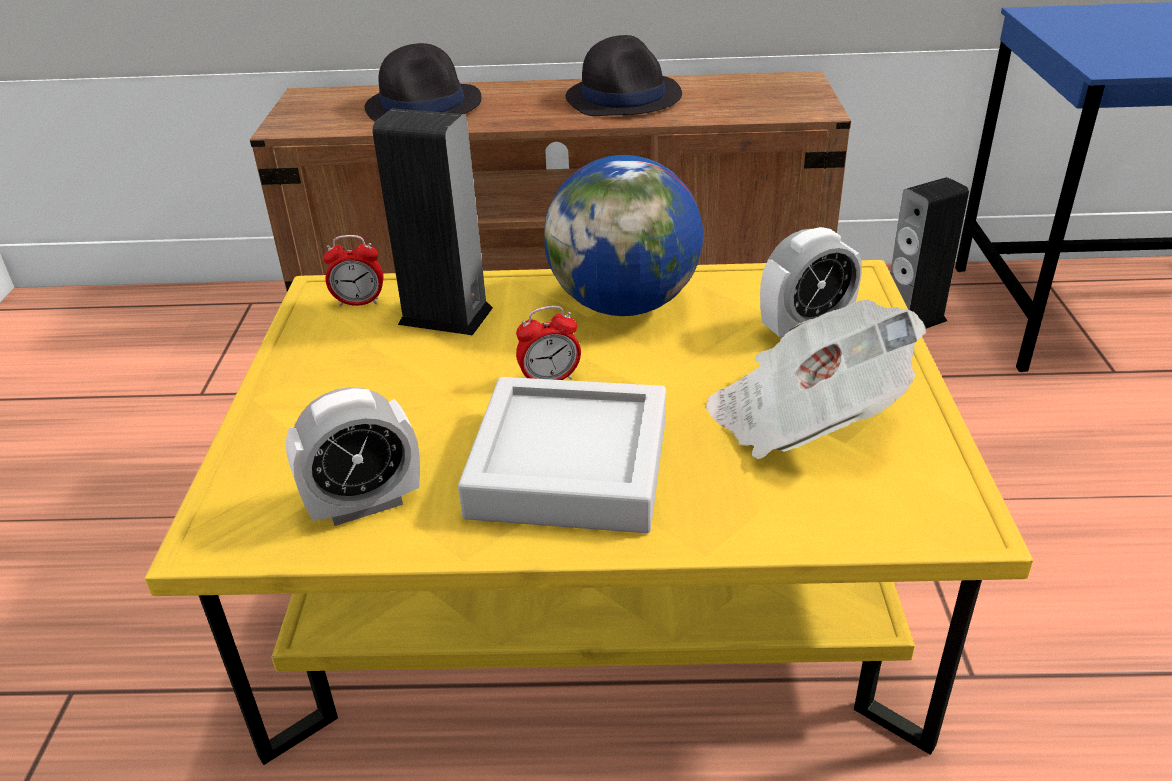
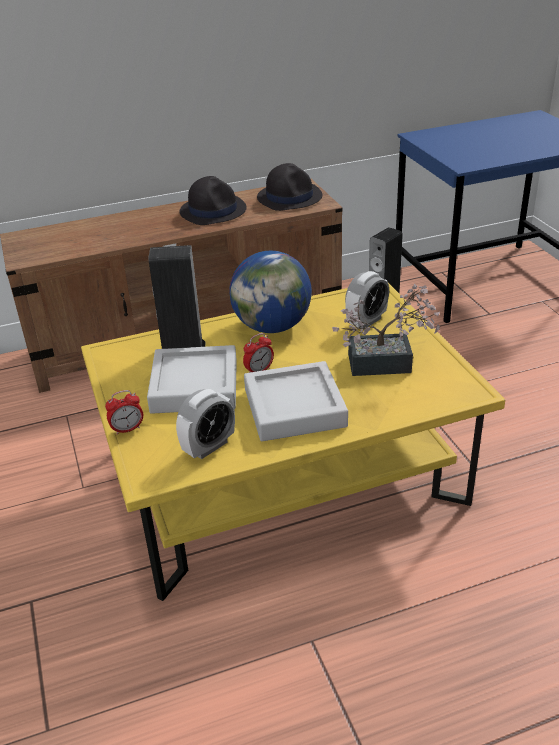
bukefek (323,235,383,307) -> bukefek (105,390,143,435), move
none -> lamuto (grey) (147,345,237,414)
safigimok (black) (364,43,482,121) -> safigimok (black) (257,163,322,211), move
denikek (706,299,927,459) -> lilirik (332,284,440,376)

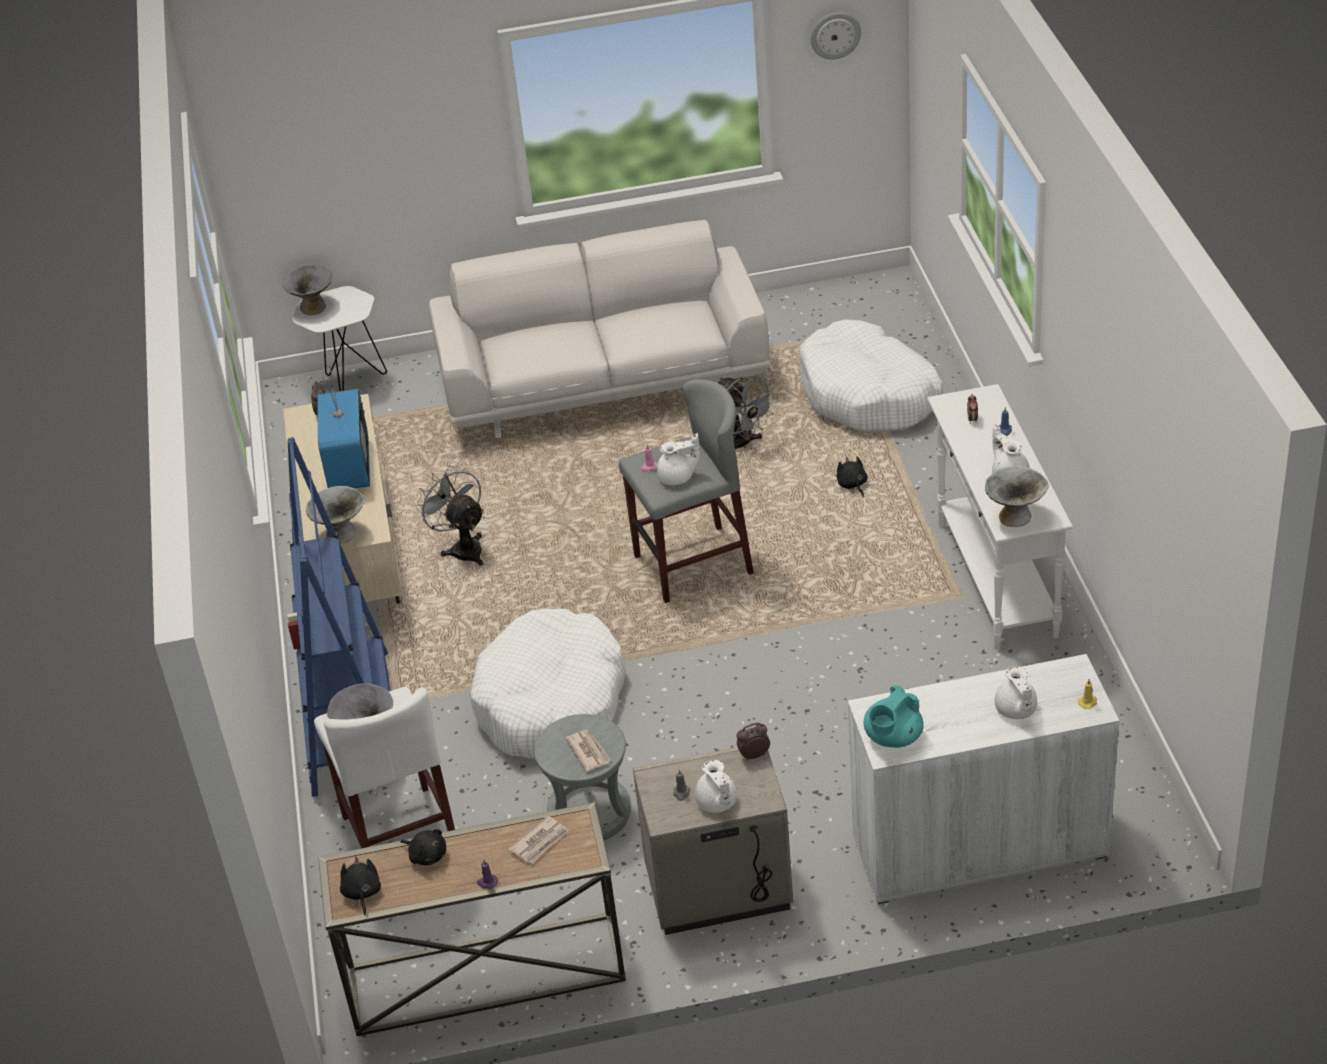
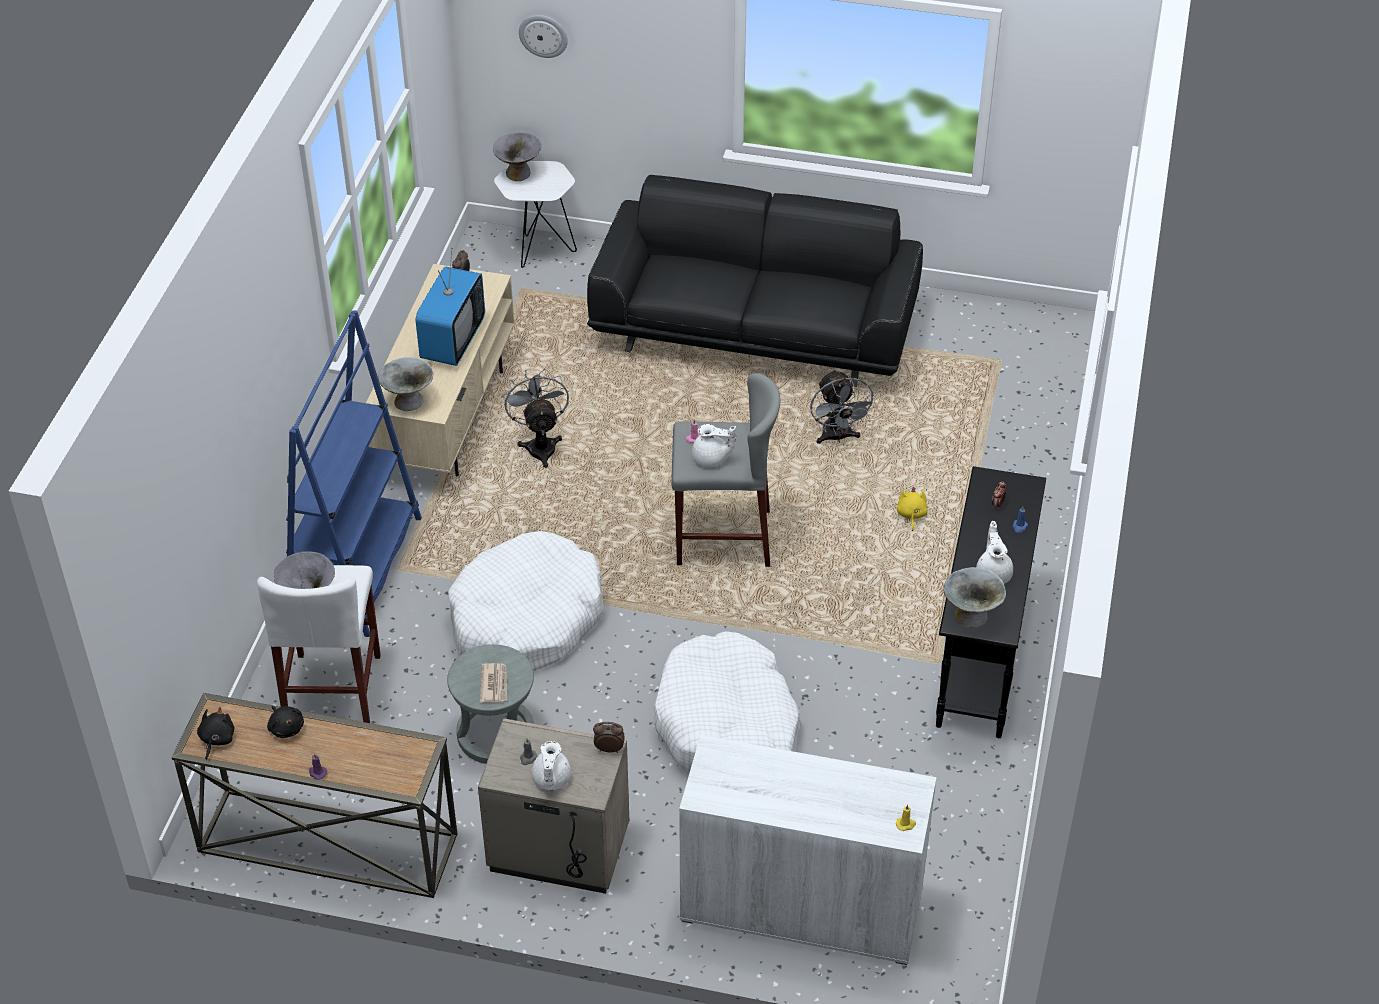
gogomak (811,12,861,60) -> gogomak (519,15,568,58), move
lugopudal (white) (429,220,771,439) -> lugopudal (black) (587,175,923,387)
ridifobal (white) (799,320,943,432) -> ridifobal (white) (654,631,801,773), move
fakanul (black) (837,457,868,497) -> fakanul (yellow) (897,487,927,531)
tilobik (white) (927,384,1073,650) -> tilobik (black) (936,466,1046,738)
denikek (508,816,569,863) -> none
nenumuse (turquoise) (864,685,924,748) -> none
nenumuse (white) (995,666,1037,719) -> none

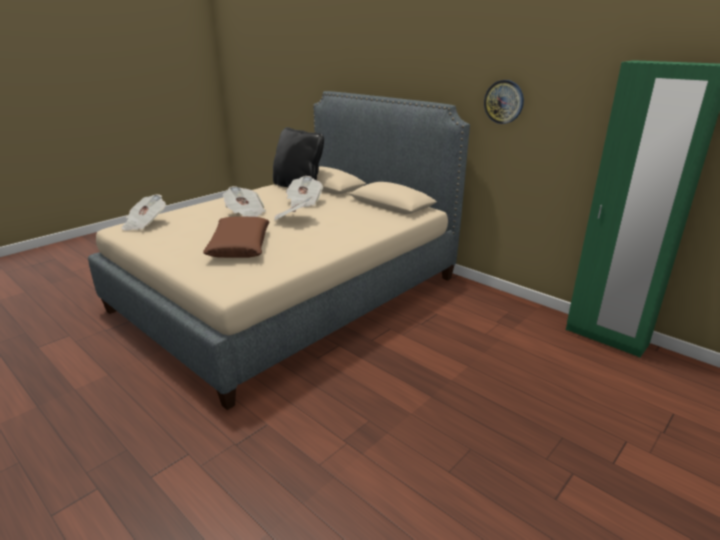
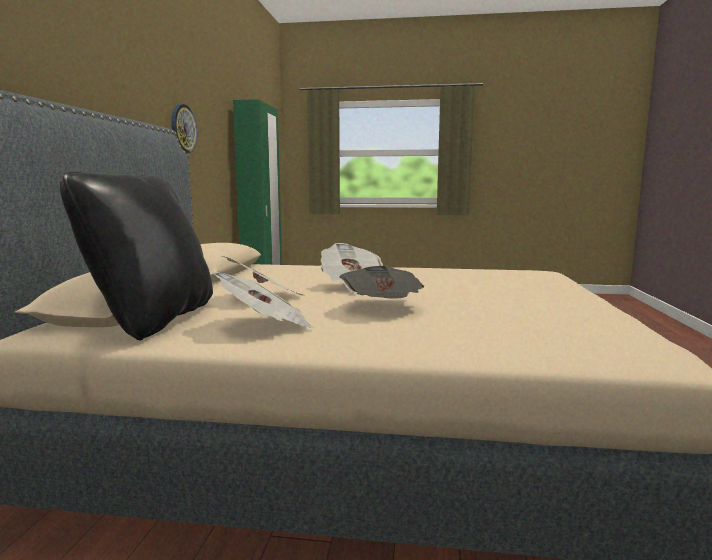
denikek (121,194,166,230) -> denikek (212,272,313,328), move
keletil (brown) (203,217,269,258) -> none

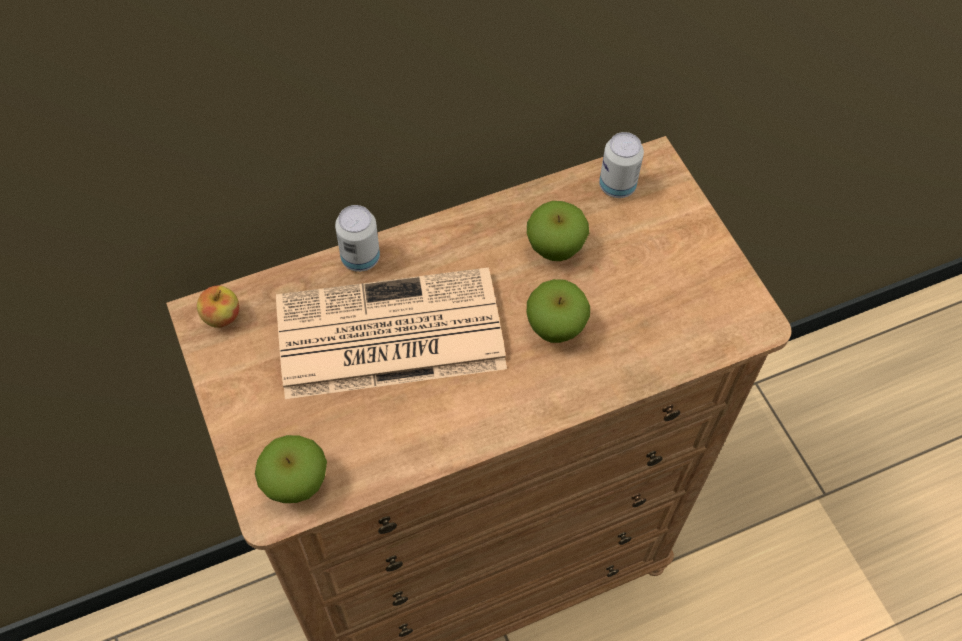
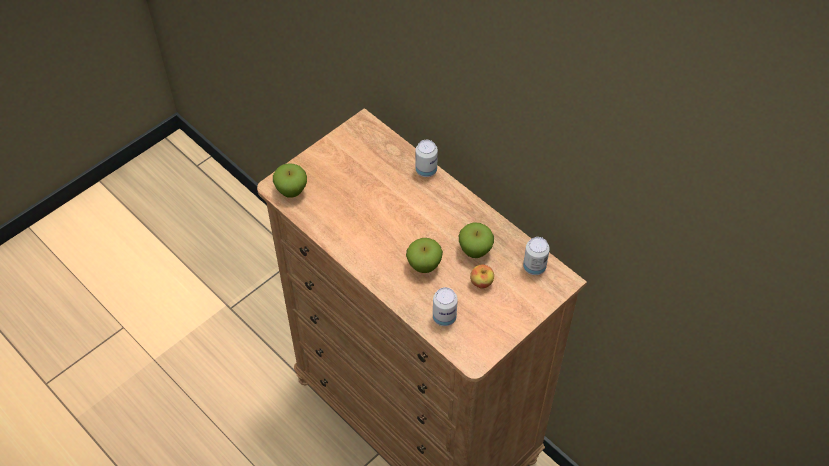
none -> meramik (433,287,458,326)
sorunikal (197,286,239,328) -> sorunikal (470,265,494,289), move
denikek (276,267,507,399) -> none

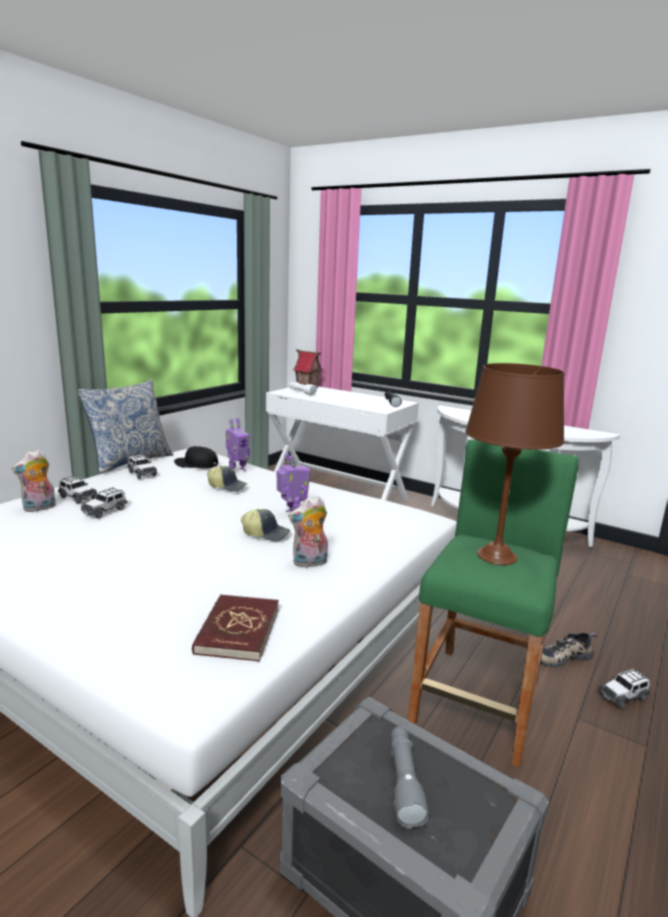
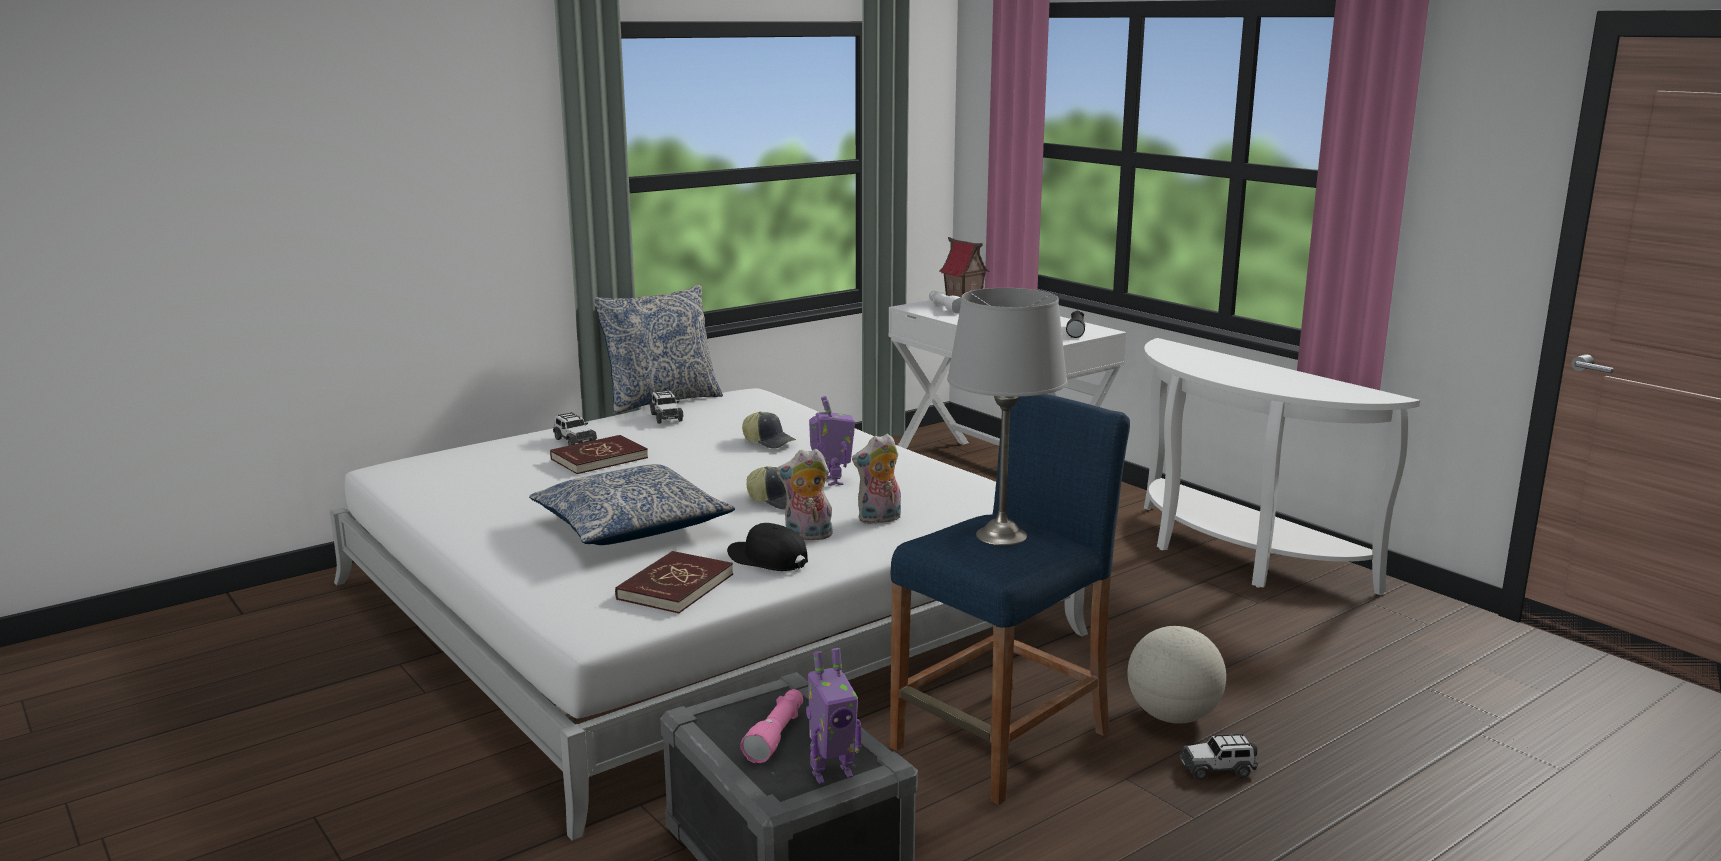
none -> keletil (529,464,735,545)
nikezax (81,487,127,519) -> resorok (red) (550,435,648,474)
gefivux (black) (174,446,218,469) -> gefivux (black) (727,523,808,571), move
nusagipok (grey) (391,726,429,829) -> nusagipok (pink) (740,689,803,763)
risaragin (226,418,249,473) -> risaragin (806,648,861,784), move
fakanul (11,450,56,512) -> fakanul (852,434,901,524), move
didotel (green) (408,439,579,768) -> didotel (blue) (890,394,1130,805)
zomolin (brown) (465,363,564,565) -> zomolin (grey) (947,288,1067,546)
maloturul (541,633,597,667) -> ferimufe (1127,626,1226,724)

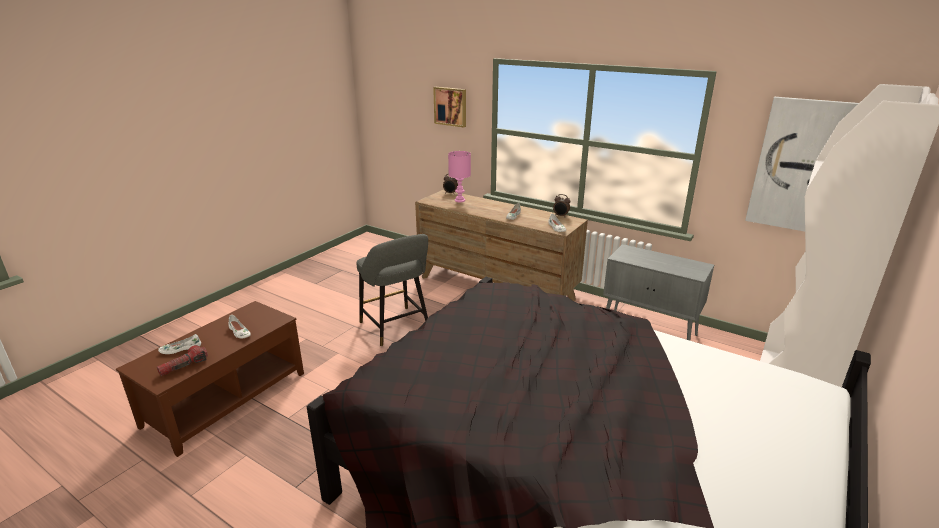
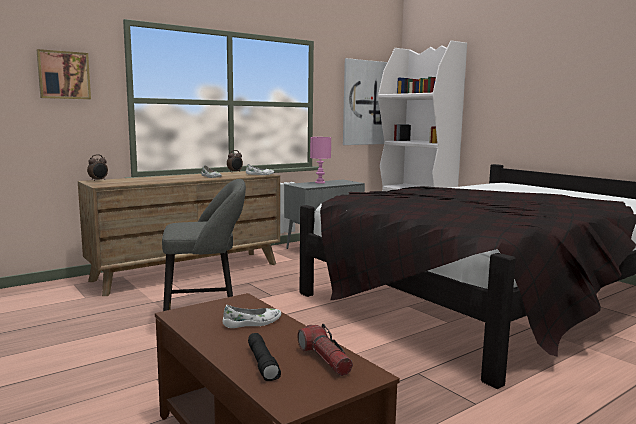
maloturul (white) (158,334,201,354) -> nusagipok (black) (248,333,281,381)
zomolin (pink) (448,151,471,202) -> zomolin (pink) (310,137,331,184), move

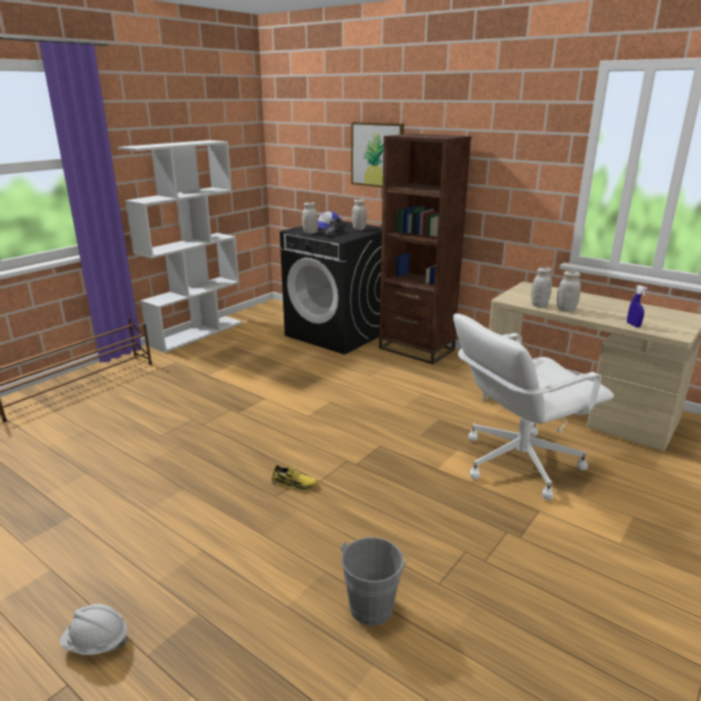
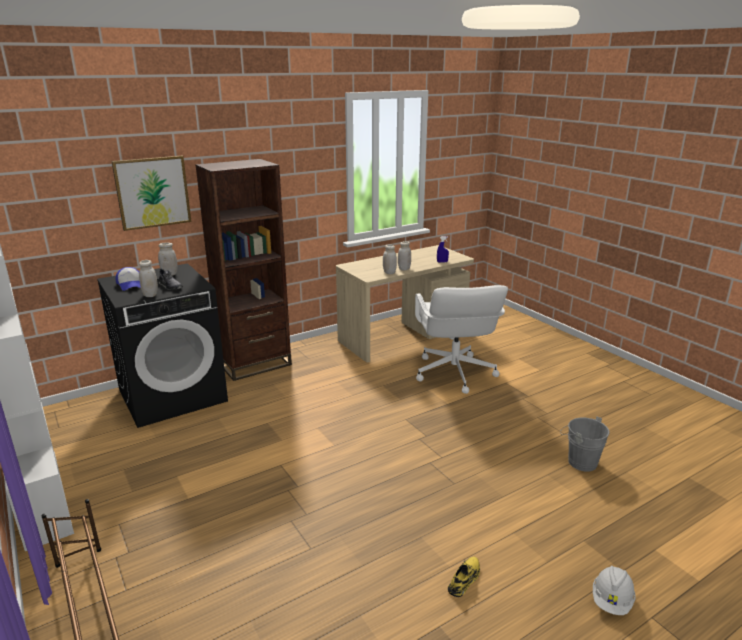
maloturul (yellow) (272,465,318,491) -> maloturul (yellow) (448,557,480,597), move

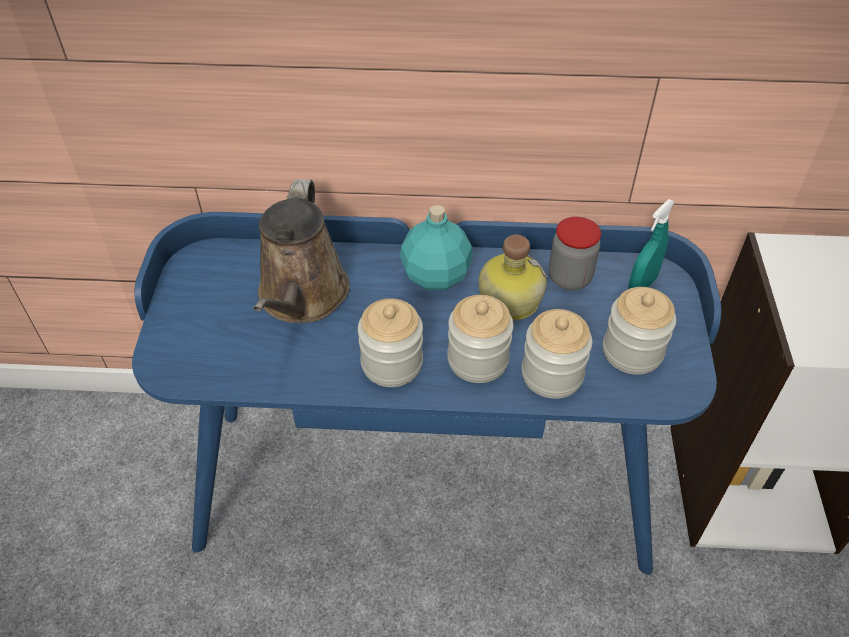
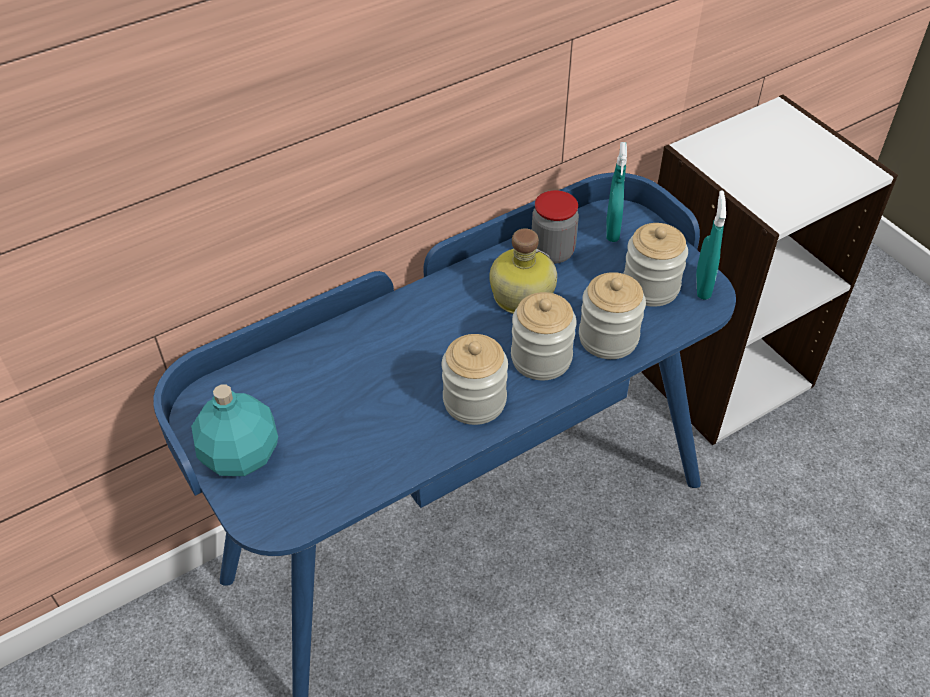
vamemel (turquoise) (400,205,473,290) -> vamemel (turquoise) (191,385,278,476), move
none -> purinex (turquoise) (696,191,726,300)
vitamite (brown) (253,179,350,323) -> none

